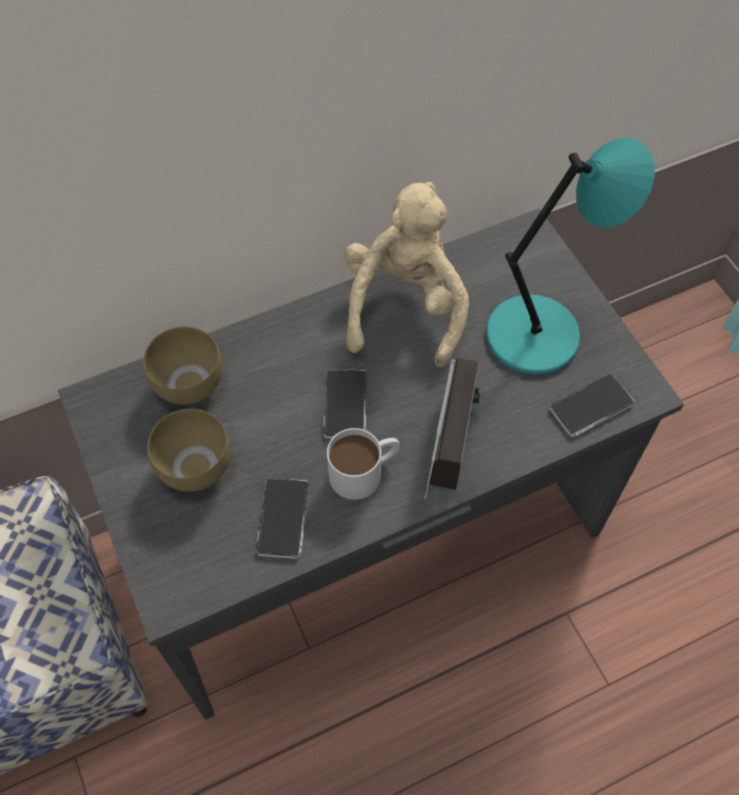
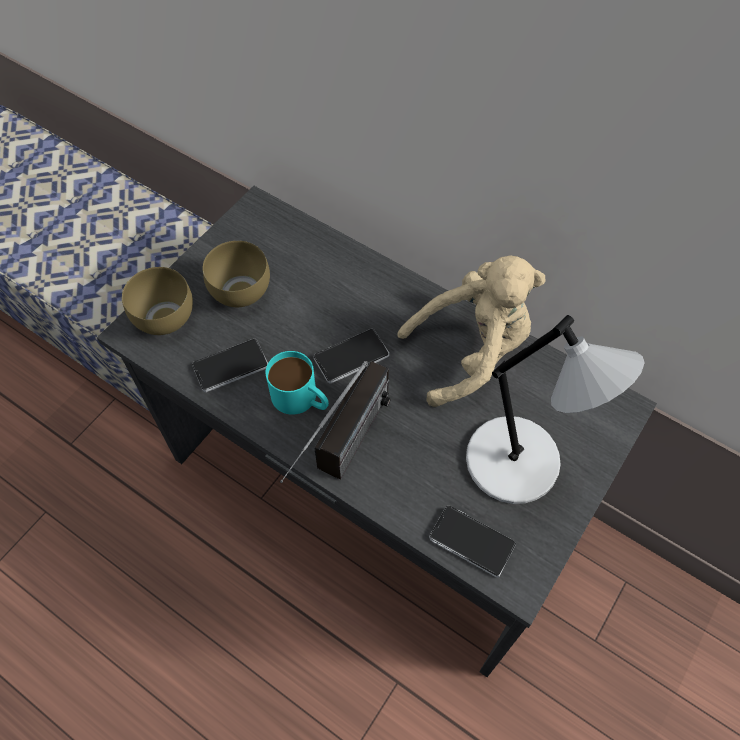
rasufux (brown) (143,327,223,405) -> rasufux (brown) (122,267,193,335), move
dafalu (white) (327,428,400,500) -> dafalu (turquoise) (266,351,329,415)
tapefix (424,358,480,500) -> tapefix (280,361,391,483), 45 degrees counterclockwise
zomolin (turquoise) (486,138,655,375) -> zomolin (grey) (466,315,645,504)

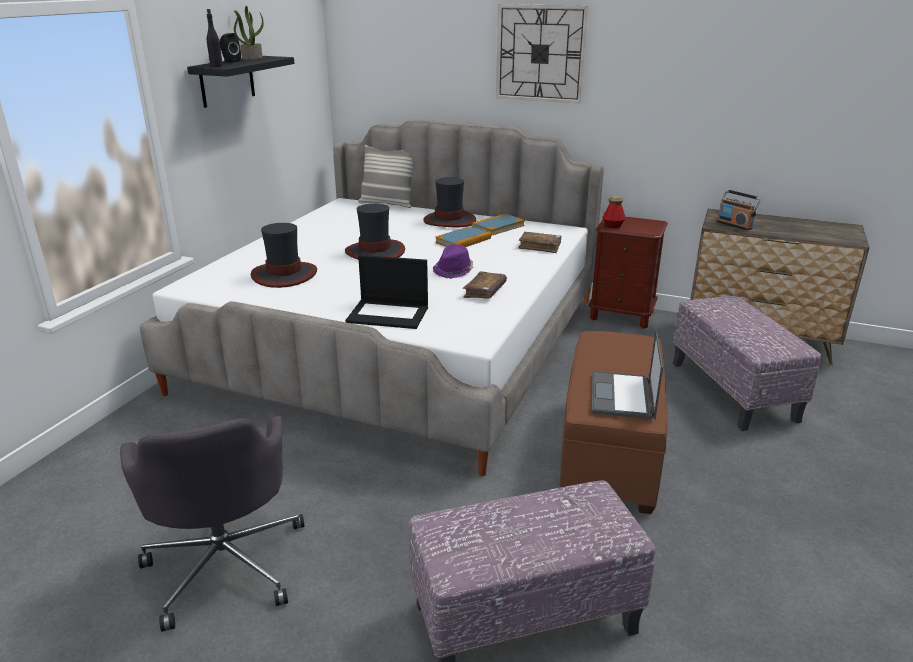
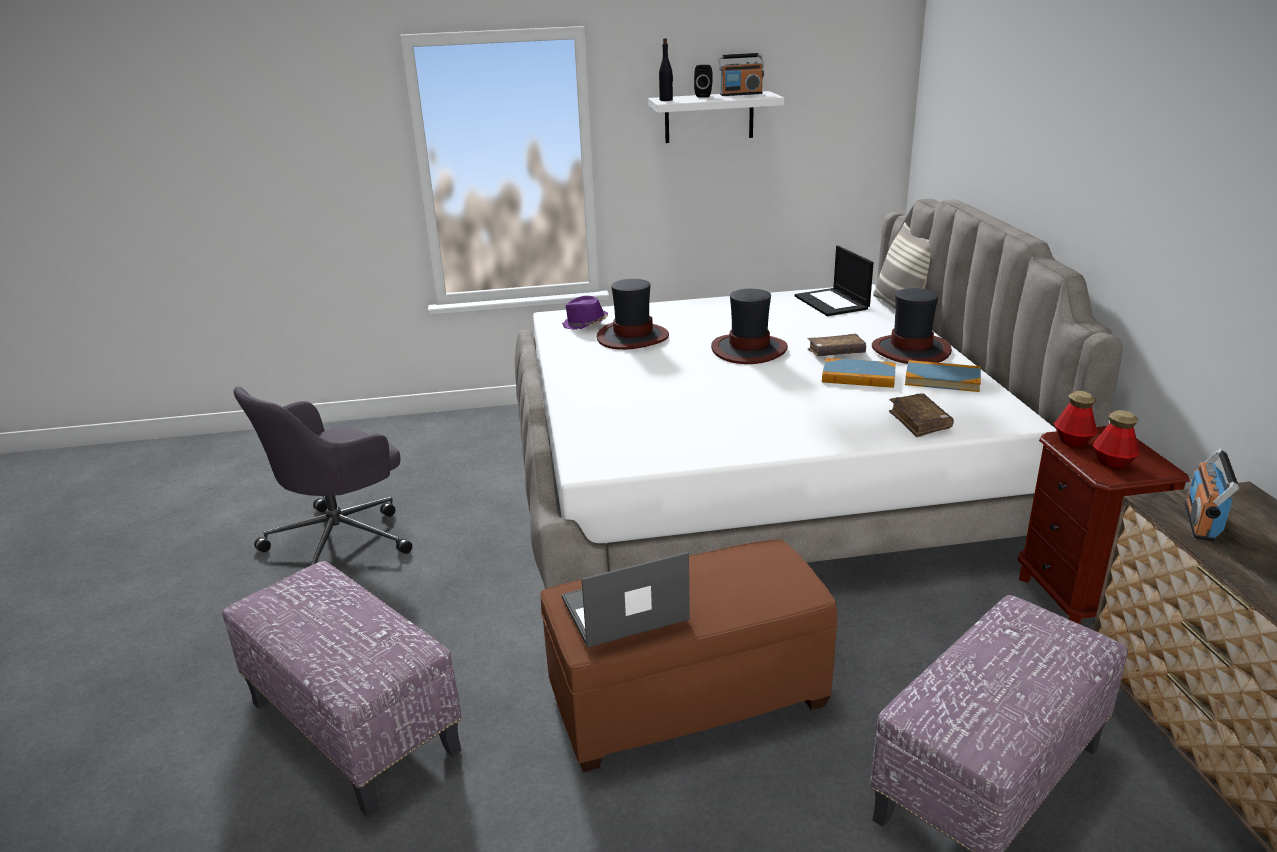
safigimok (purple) (433,244,473,279) -> safigimok (purple) (562,296,608,330), move
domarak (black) (187,56,295,108) -> domarak (white) (648,91,784,143)
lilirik (234,6,264,60) -> tapefix (718,53,764,96)
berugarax (345,255,428,329) -> berugarax (795,246,874,316), move
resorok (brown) (463,271,507,299) -> resorok (brown) (808,333,866,356), move
none -> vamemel (1093,410,1140,469)
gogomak (496,4,588,104) -> none

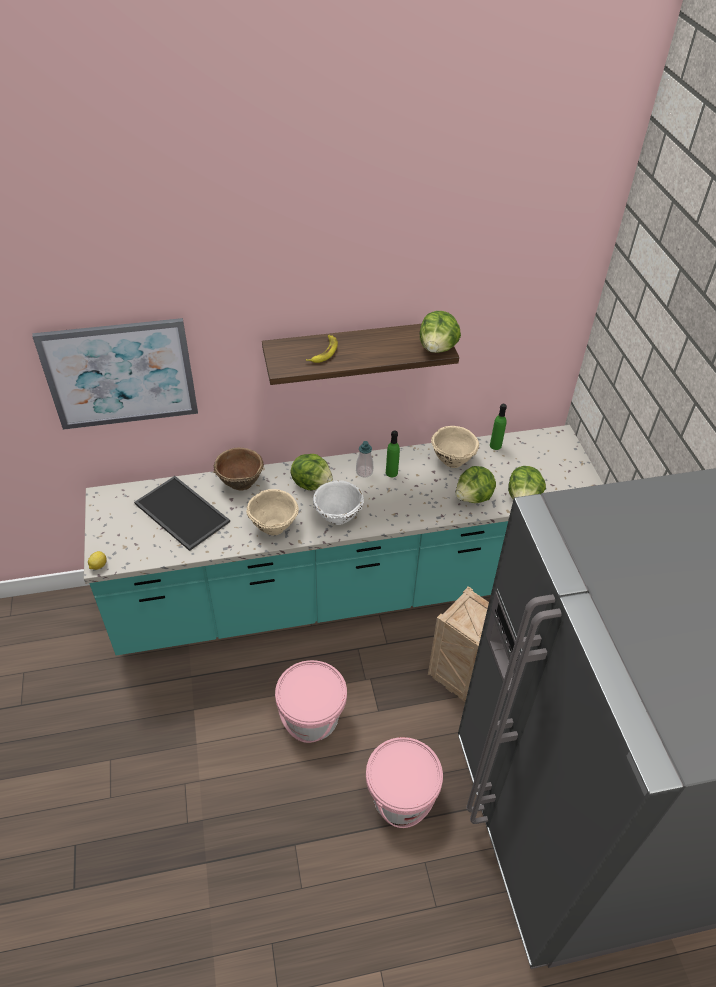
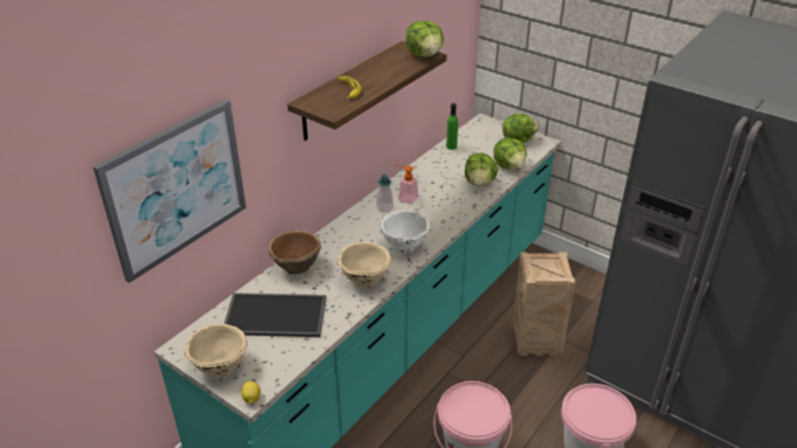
rasufux (beige) (431,426,479,468) -> rasufux (beige) (185,324,248,377), move
vamemel (green) (386,430,400,477) -> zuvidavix (395,165,419,205)
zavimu (290,454,333,490) -> zavimu (502,113,539,143), move

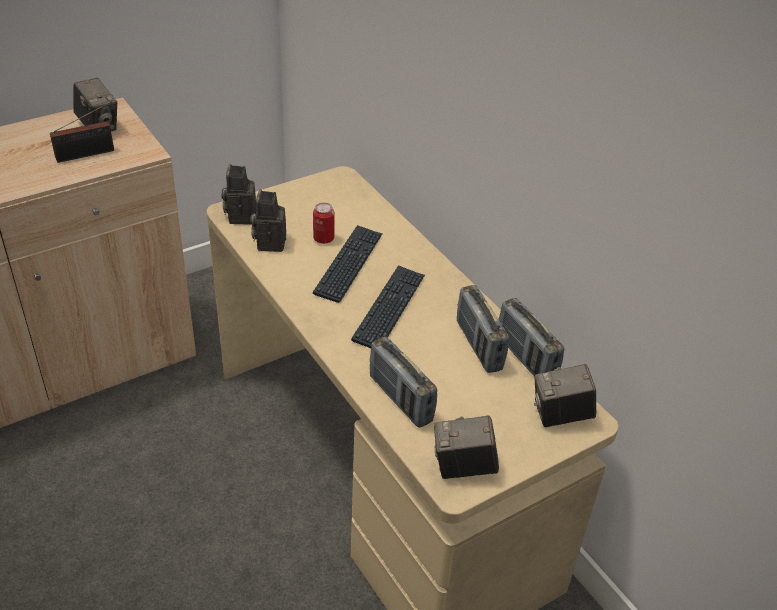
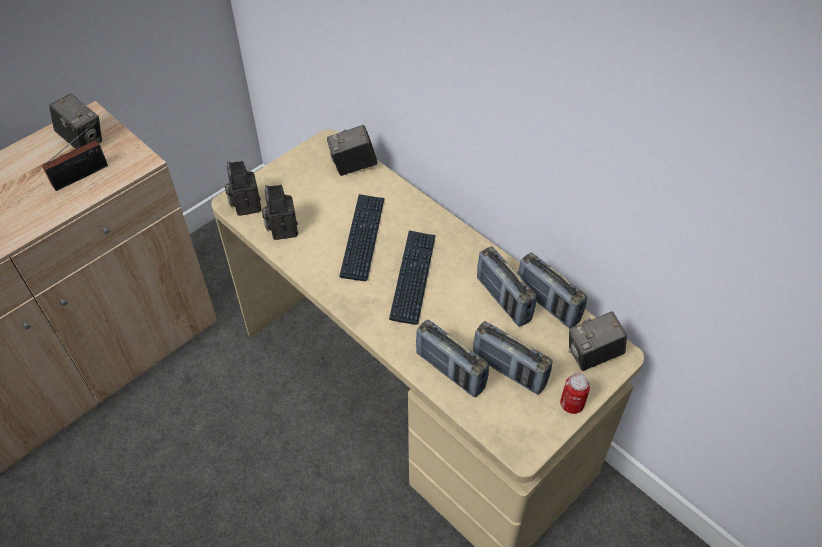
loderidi (434,415,499,479) -> loderidi (327,125,377,176), move
none -> tapefix (473,321,552,394)
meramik (313,202,335,244) -> meramik (560,373,590,414), move

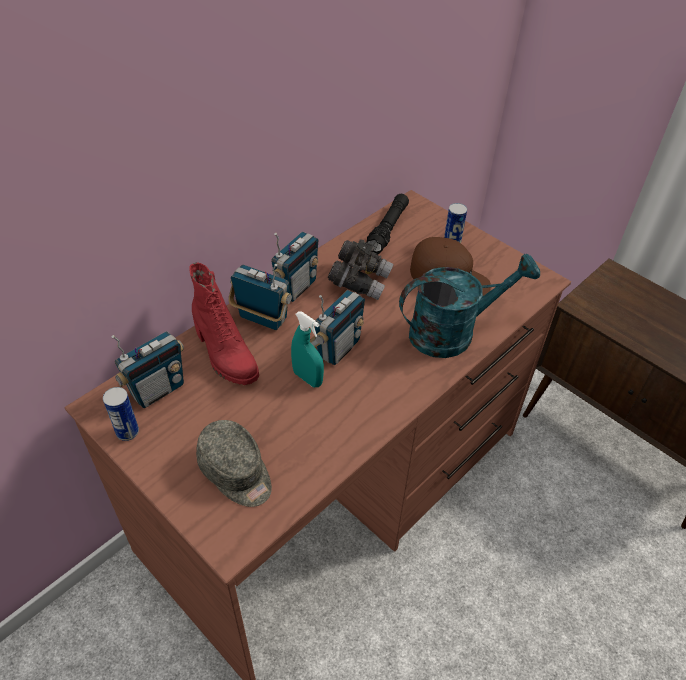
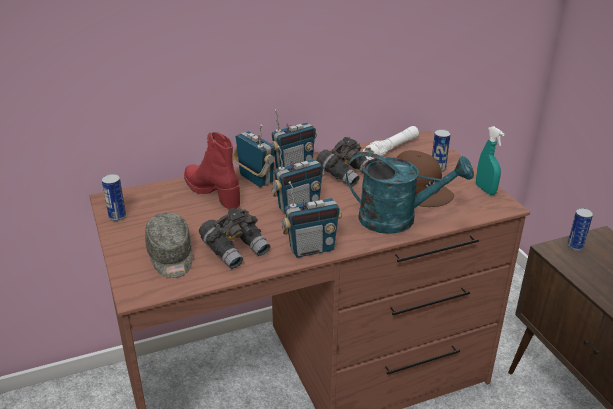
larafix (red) (189,263,259,385) -> larafix (red) (184,132,240,209), 150 degrees clockwise
none -> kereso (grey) (199,208,270,269)
tapefix (112,331,184,408) -> tapefix (282,181,342,258), move
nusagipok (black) (366,194,409,255) -> nusagipok (white) (363,126,419,160)
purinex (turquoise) (291,311,324,387) -> purinex (turquoise) (476,126,505,195), move
none -> meramik (567,208,593,251)

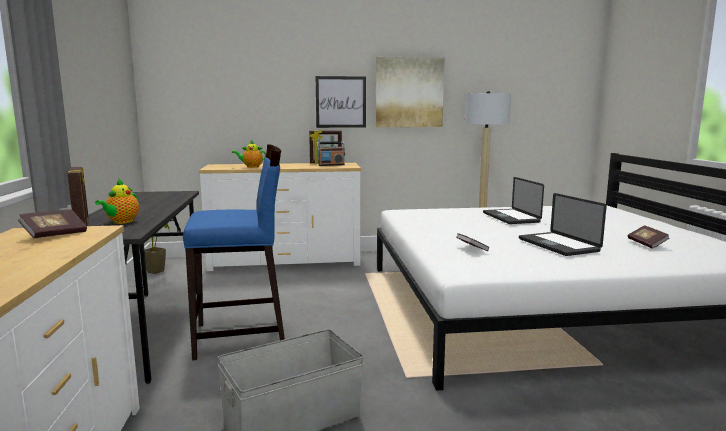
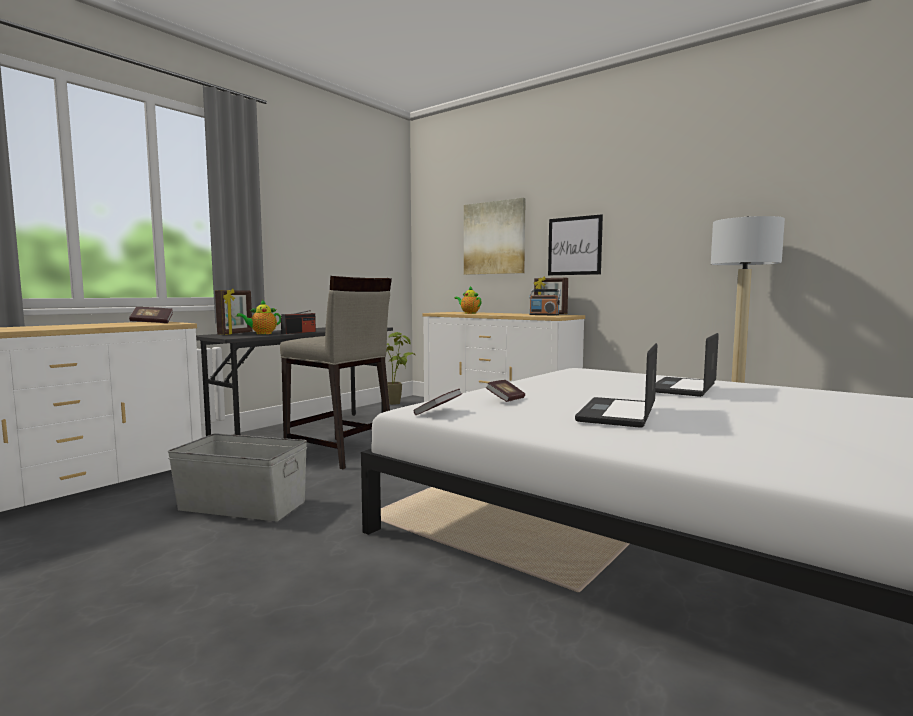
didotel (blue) (183,144,285,360) -> didotel (beige) (280,276,392,469)
none -> tapefix (281,310,316,334)
resorok (628,225,669,249) -> resorok (413,389,462,415), move
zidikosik (376,57,444,127) -> zidikosik (464,198,526,275), move

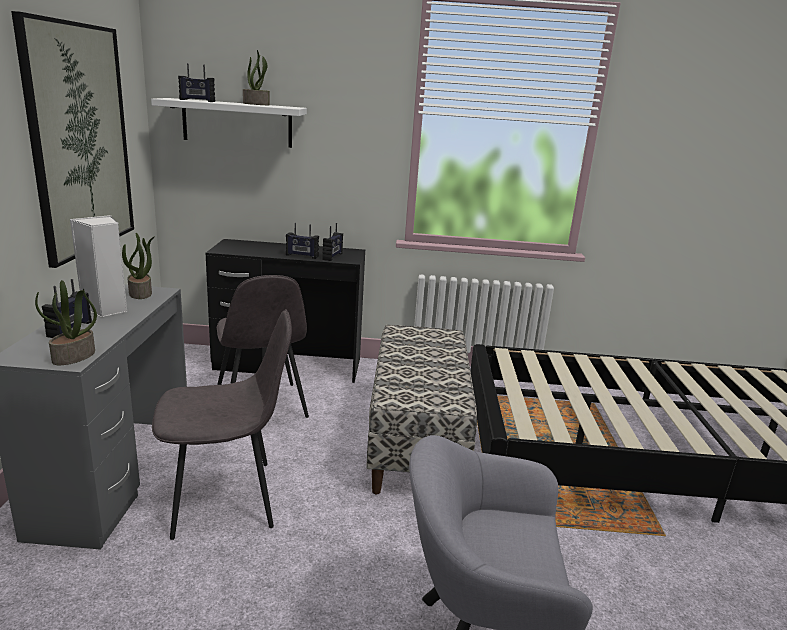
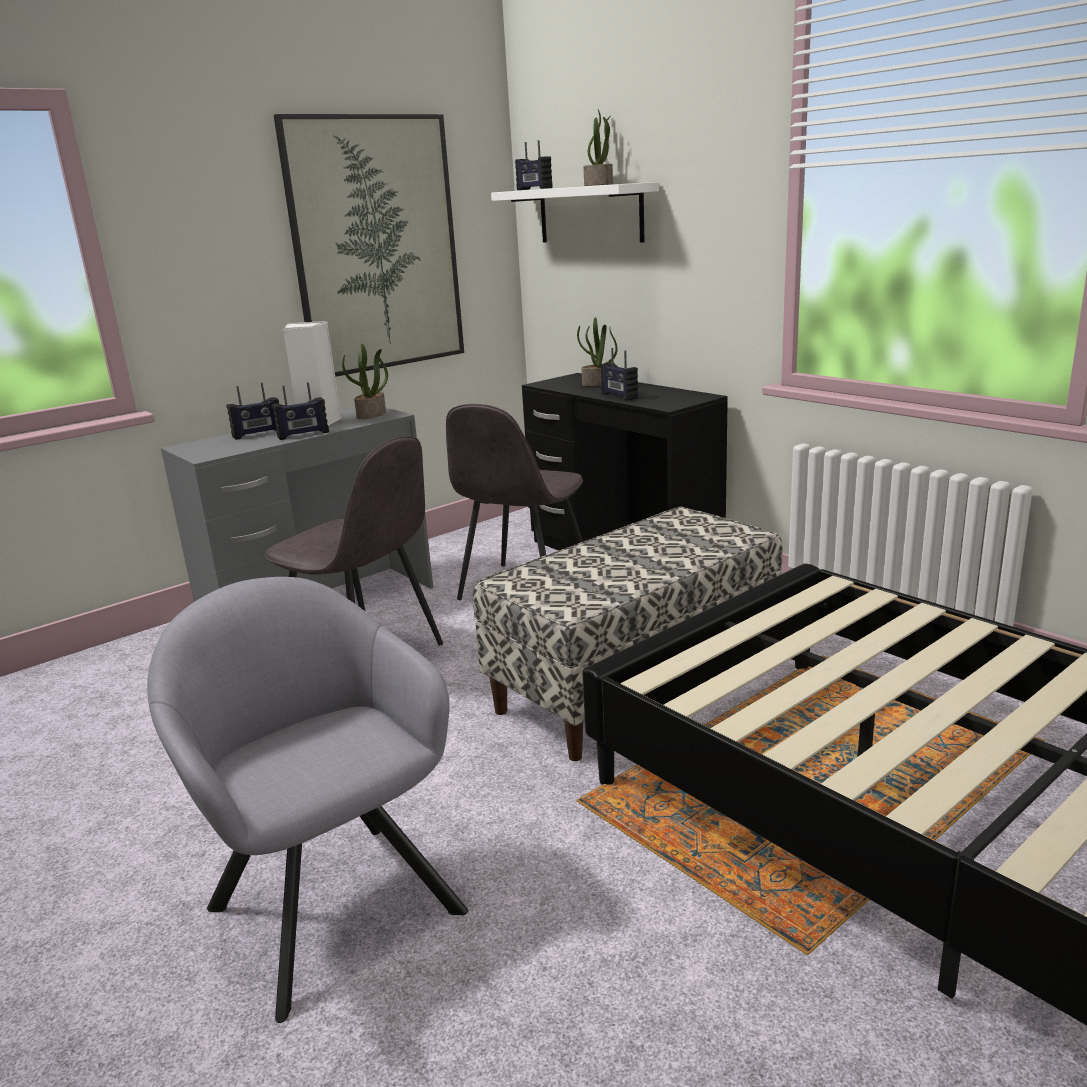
tapefix (322,223,343,261) -> tapefix (272,382,329,440), move
lilirik (35,280,97,365) -> lilirik (577,317,618,387), move

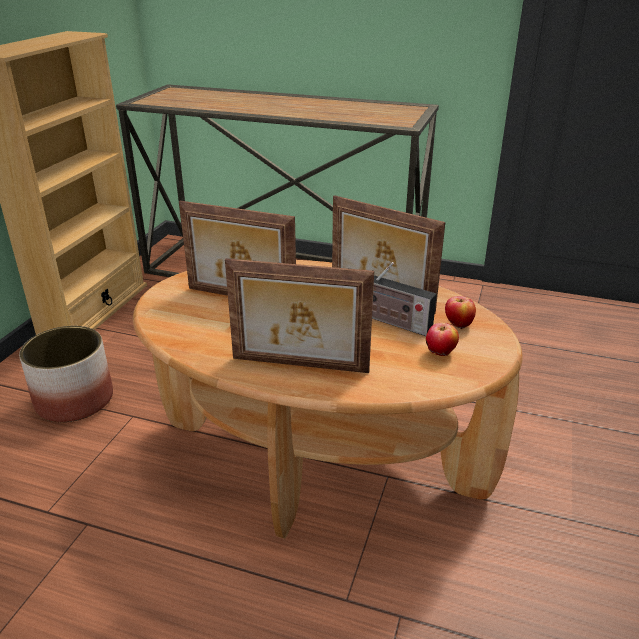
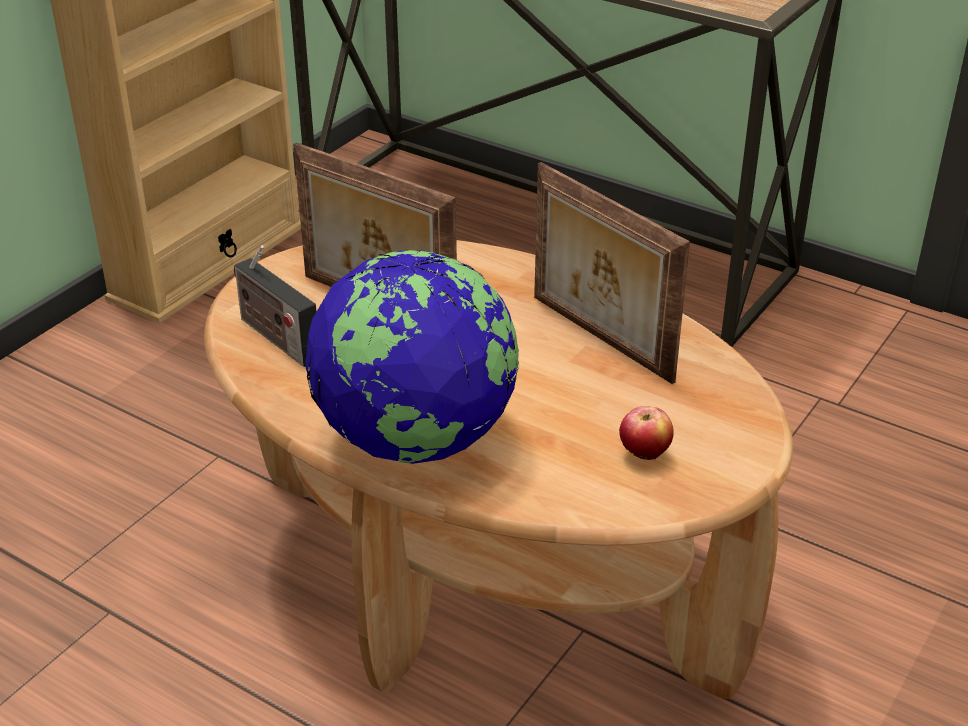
tapefix (372,262,437,336) -> tapefix (234,245,317,367), move
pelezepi (225,258,374,373) -> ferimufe (305,249,519,464)
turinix (19,326,113,422) -> none
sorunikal (445,296,476,329) -> none

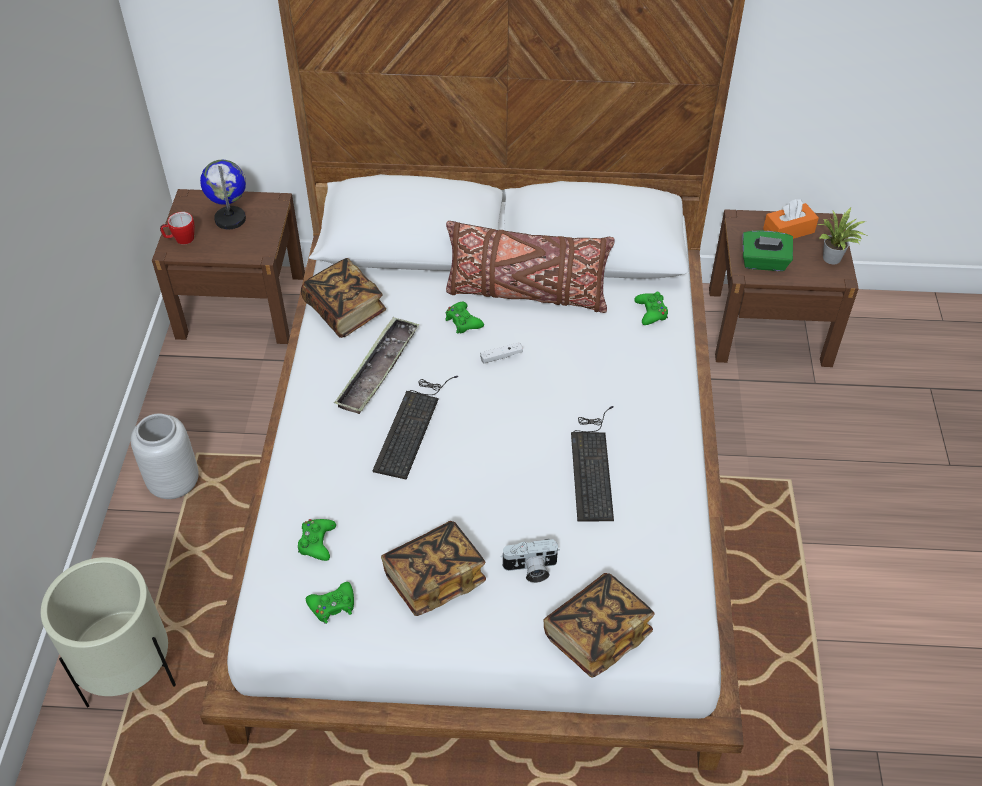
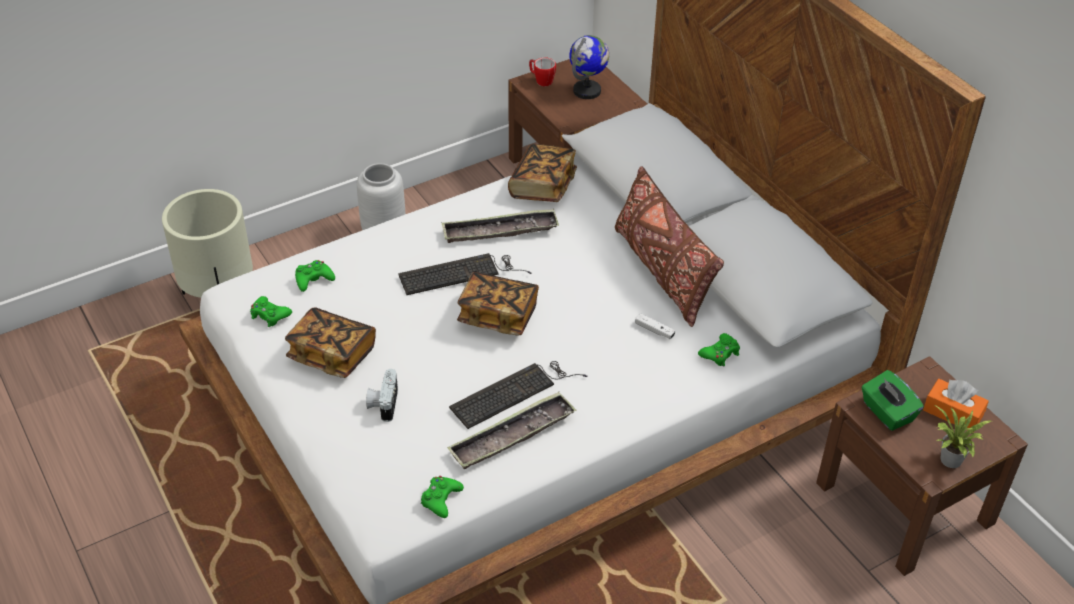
loderidi (501,539,560,583) -> loderidi (366,369,398,422), 45 degrees clockwise
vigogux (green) (445,301,484,333) -> vigogux (green) (421,476,464,518), move
none -> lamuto (447,391,576,469)
resorok (543,573,655,678) -> resorok (457,272,539,335), move
vigogux (white) (480,342,523,364) -> vigogux (white) (635,313,675,339), move

